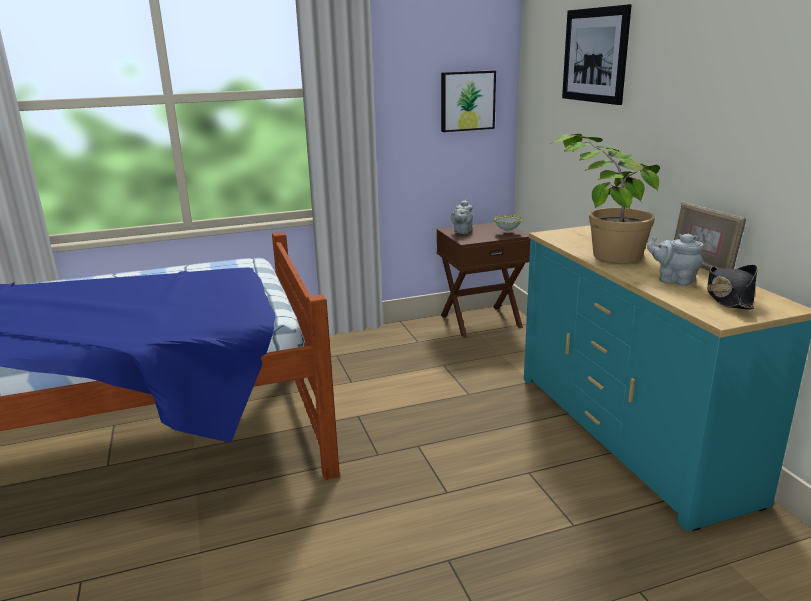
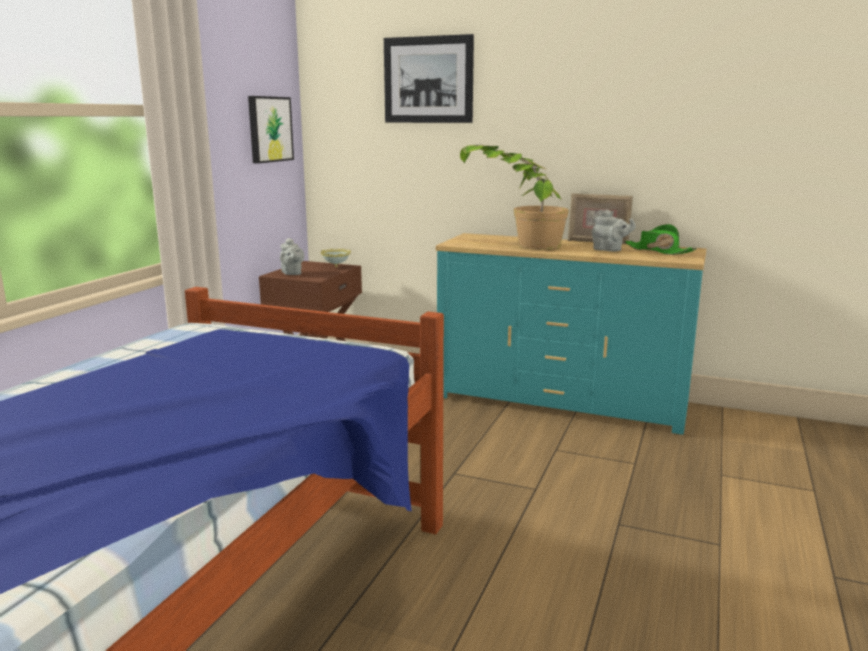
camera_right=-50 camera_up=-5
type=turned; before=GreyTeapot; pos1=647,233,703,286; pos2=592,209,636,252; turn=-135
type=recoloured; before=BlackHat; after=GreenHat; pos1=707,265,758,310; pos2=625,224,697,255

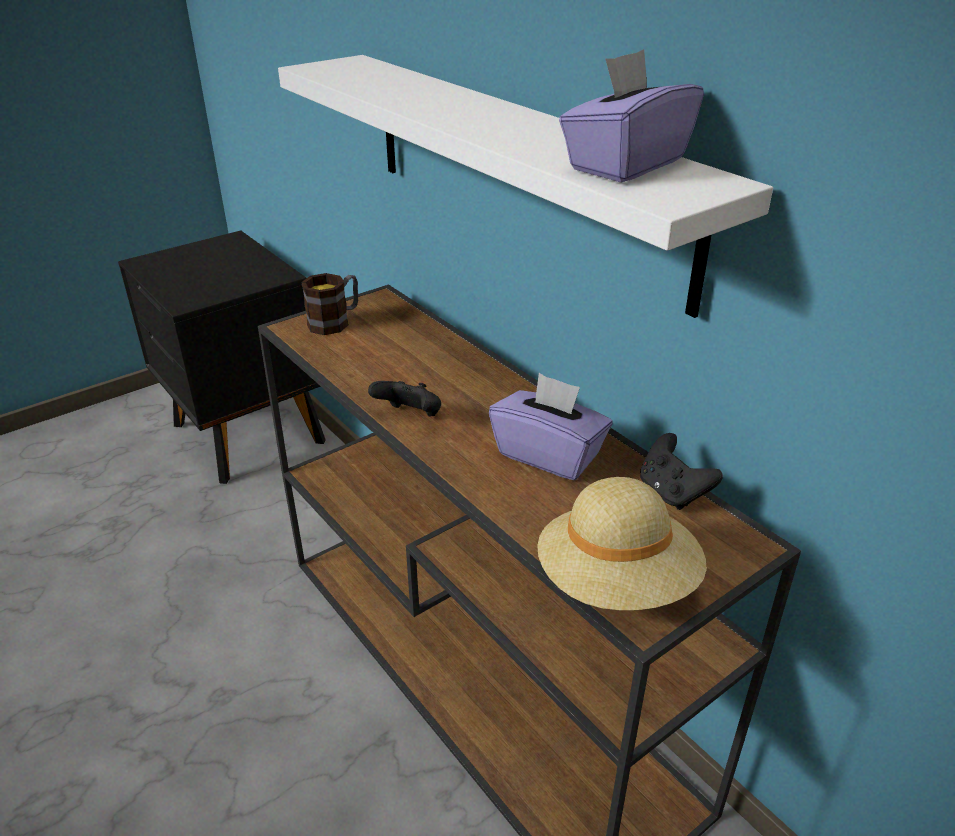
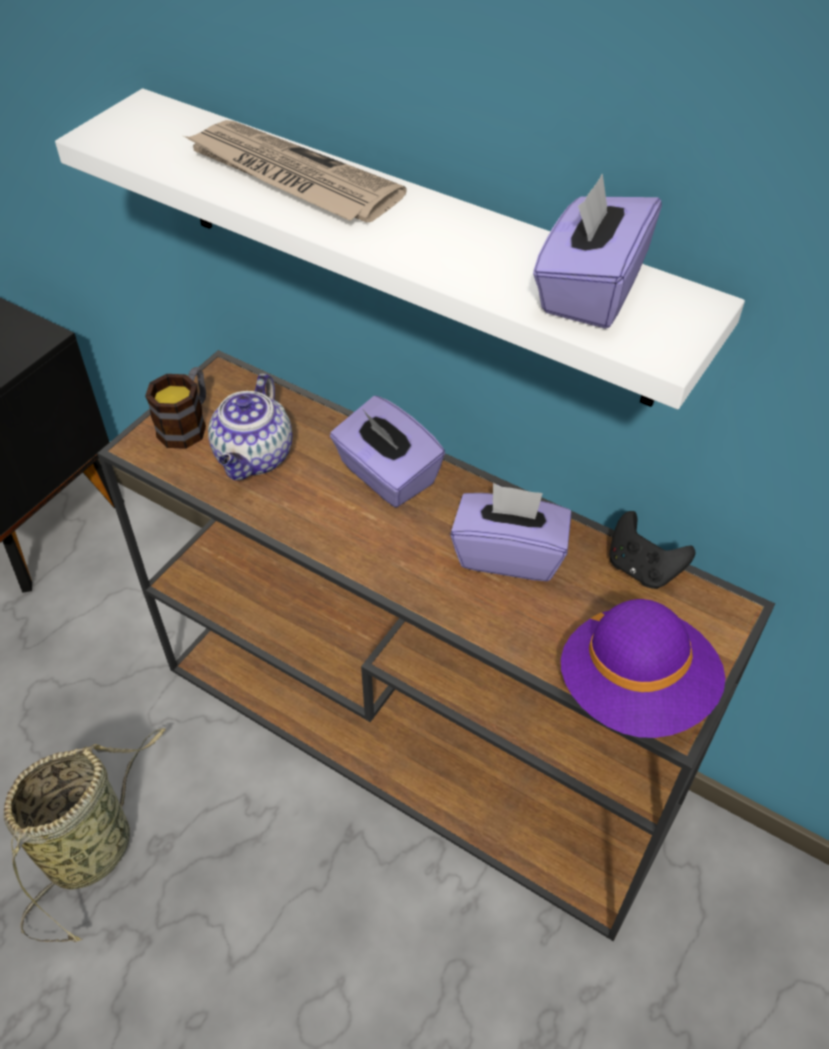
camera_right=-20 camera_up=15
type=removed; before=BlackGameController; pos1=368,381,441,417
type=recoloured; before=BeigeHat; after=PurpleHat; pos1=537,477,707,611; pos2=561,599,726,738
type=added; after=Newspaper; pos2=184,120,407,222
type=added; after=Teapot; pos2=208,373,292,481
type=added; after=PurpleTissueBox; pos2=330,396,445,507
type=added; after=Basket; pos2=3,728,166,942

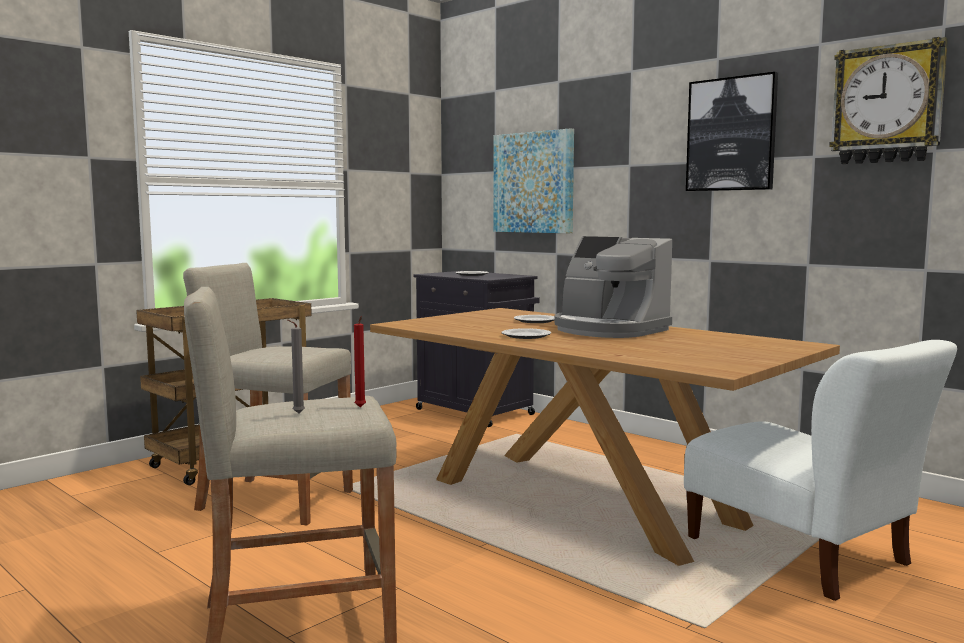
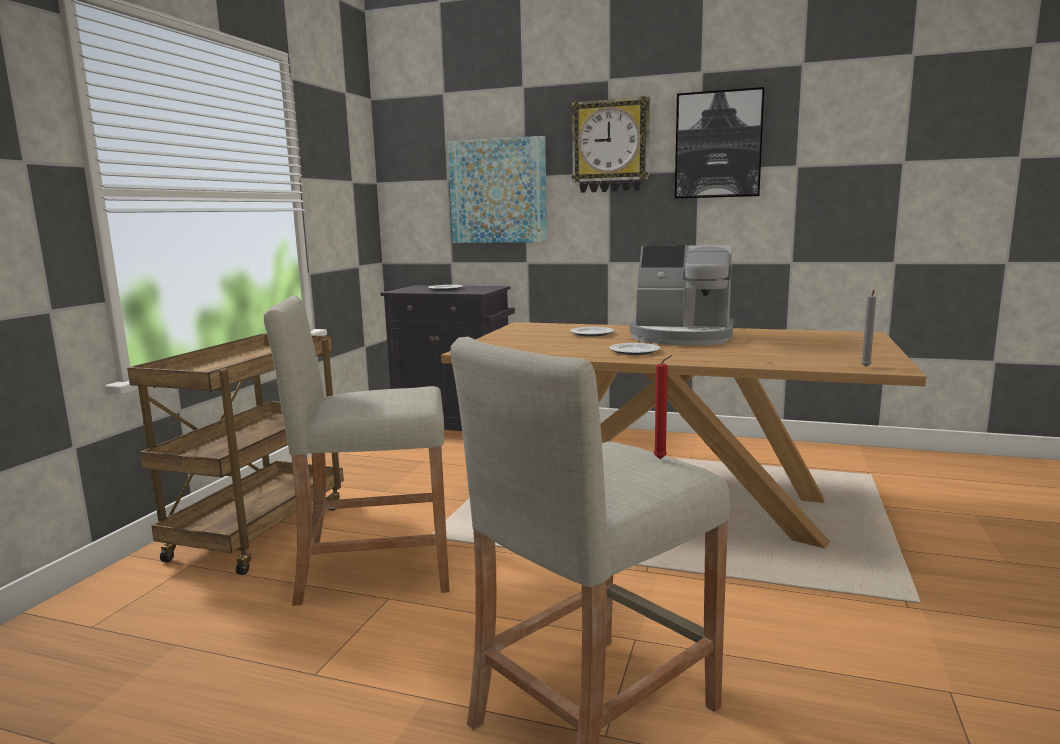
camera_right=-25 camera_up=5
type=moved; before=WallClock; pos1=829,37,948,164; pos2=571,96,650,193
type=moved; before=GreyCandle; pos1=287,319,305,413; pos2=861,289,876,367
type=removed; before=WhiteChair; pos1=684,340,957,601

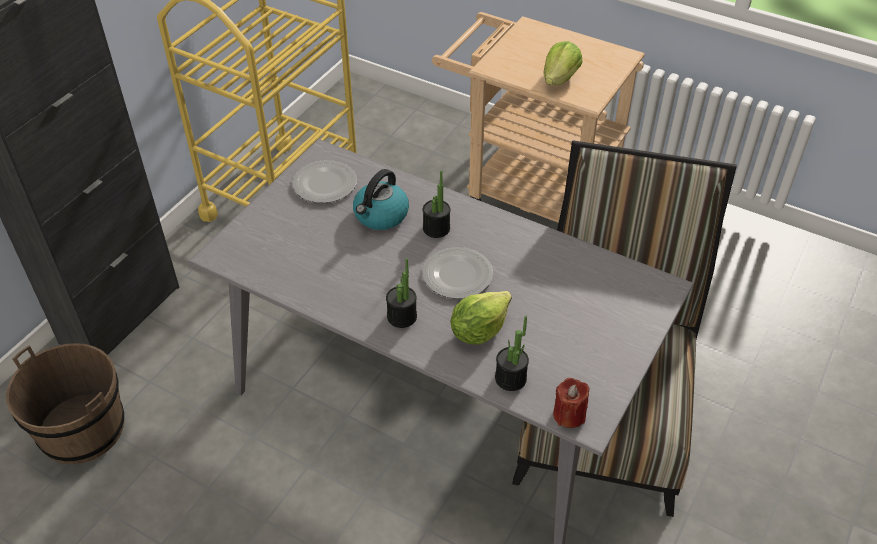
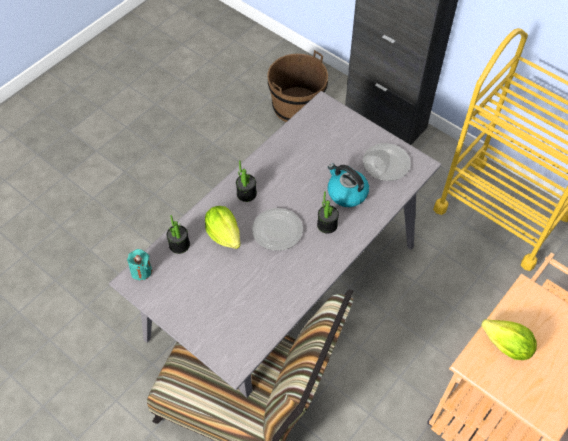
camera_right=100 camera_up=10
type=recoloured; before=RedCandle; after=TurquoiseCandle; pos1=553,378,589,428; pos2=127,249,152,280

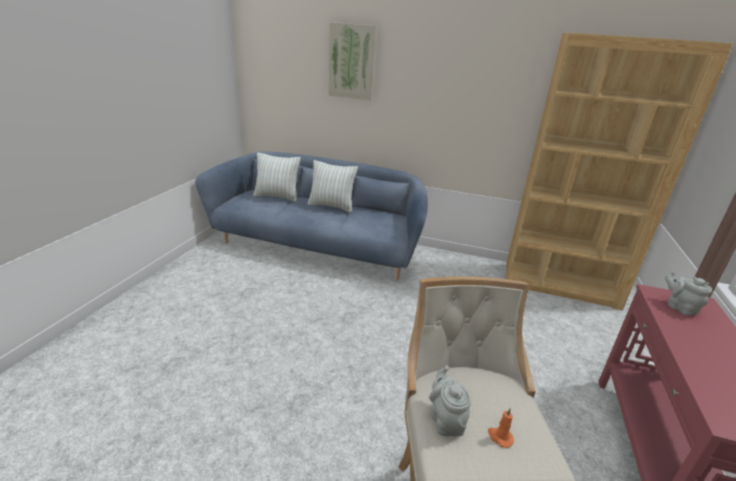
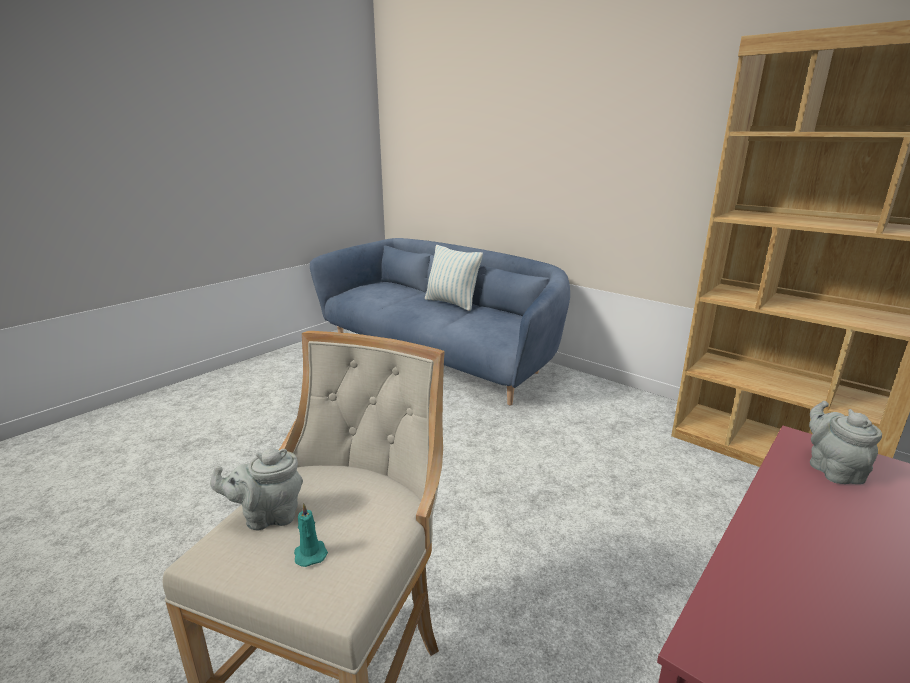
camera_right=25 camera_up=-5
type=removed; before=Picture; pos1=329,22,377,100
type=removed; before=Pillow; pos1=253,153,301,202
type=turned; before=GreyTeapot; pos1=429,365,471,437; pos2=210,448,303,530; turn=-120
type=recoloured; before=OrangeCandle; after=TurquoiseCandle; pos1=488,408,514,448; pos2=294,503,328,567

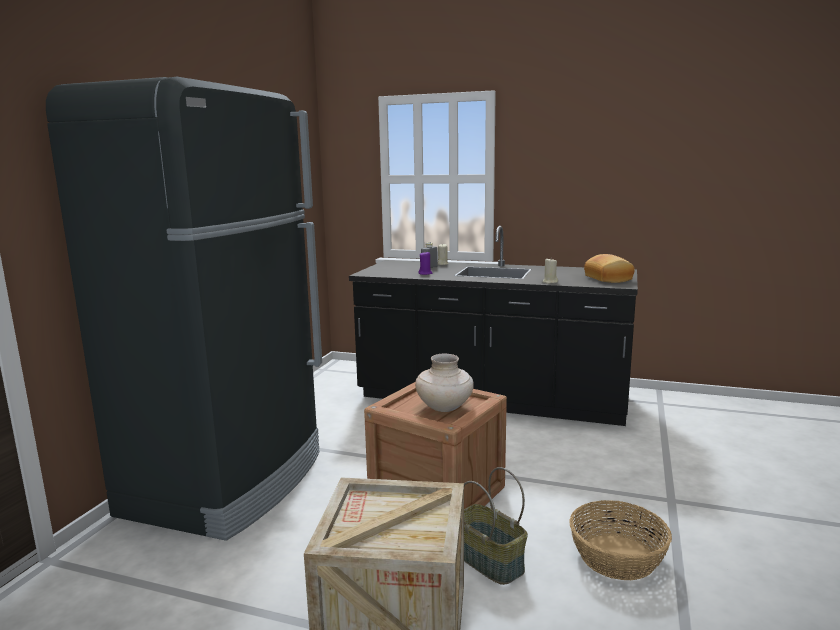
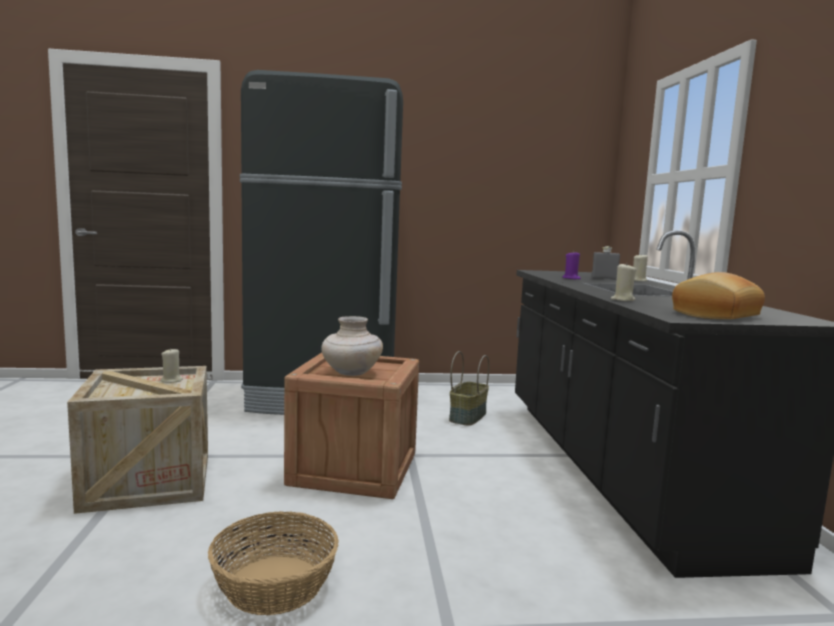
camera_right=65 camera_up=-5
type=moved; before=Basket; pos1=464,467,528,585; pos2=449,351,489,426
type=added; after=BeigeCandle; pos2=160,348,183,383

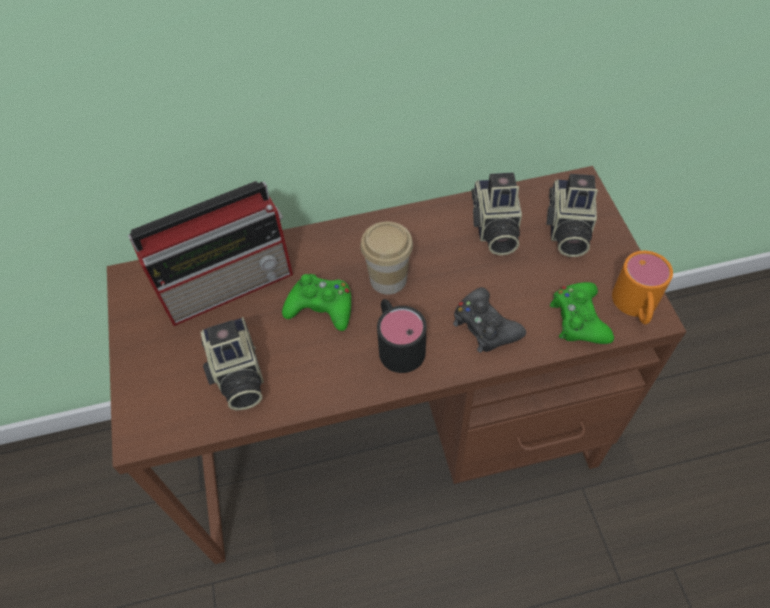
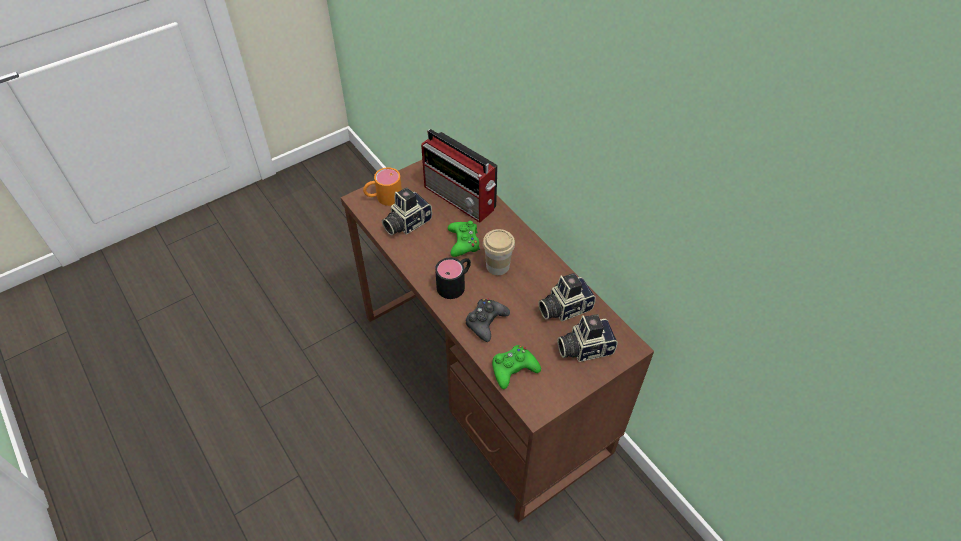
camera_right=65 camera_up=-5
type=moved; before=OrangeMug; pos1=612,251,673,325; pos2=363,167,402,206

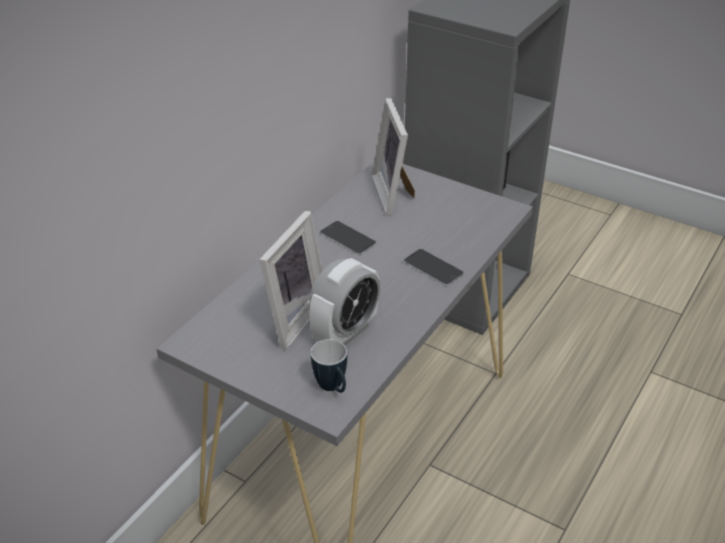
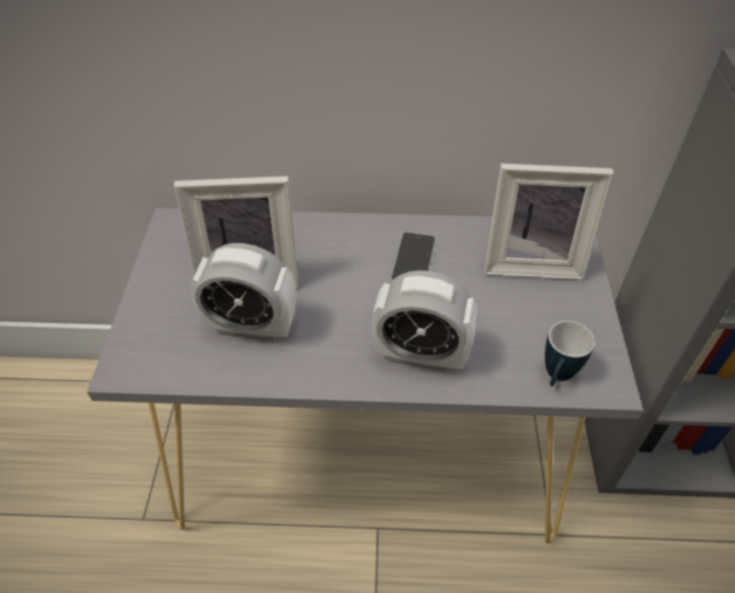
camera_right=60 camera_up=10
type=turned; before=PictureFrame; pos1=372,98,415,215; pos2=484,163,614,280; turn=-135
type=replaced; before=Phone; after=AlarmClock; pos1=403,249,464,286; pos2=370,270,477,373
type=moved; before=Mug; pos1=311,339,347,393; pos2=545,321,595,386

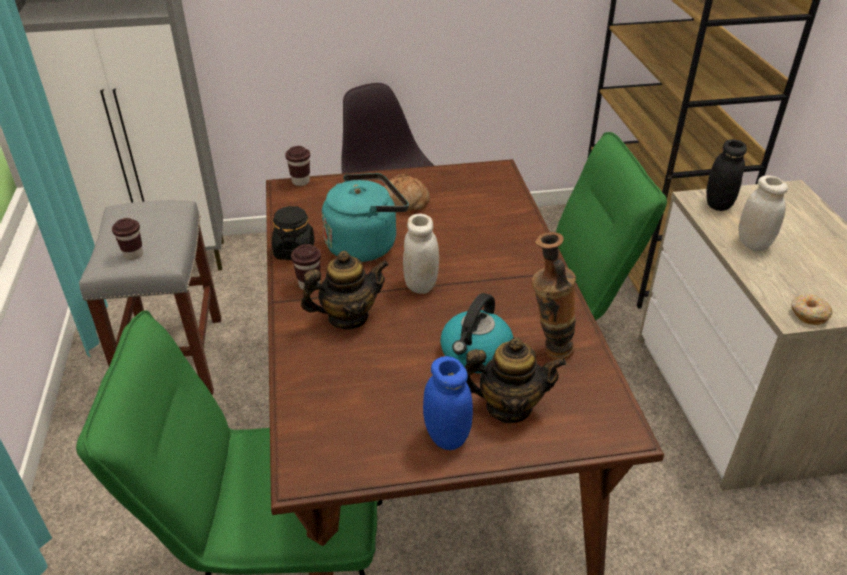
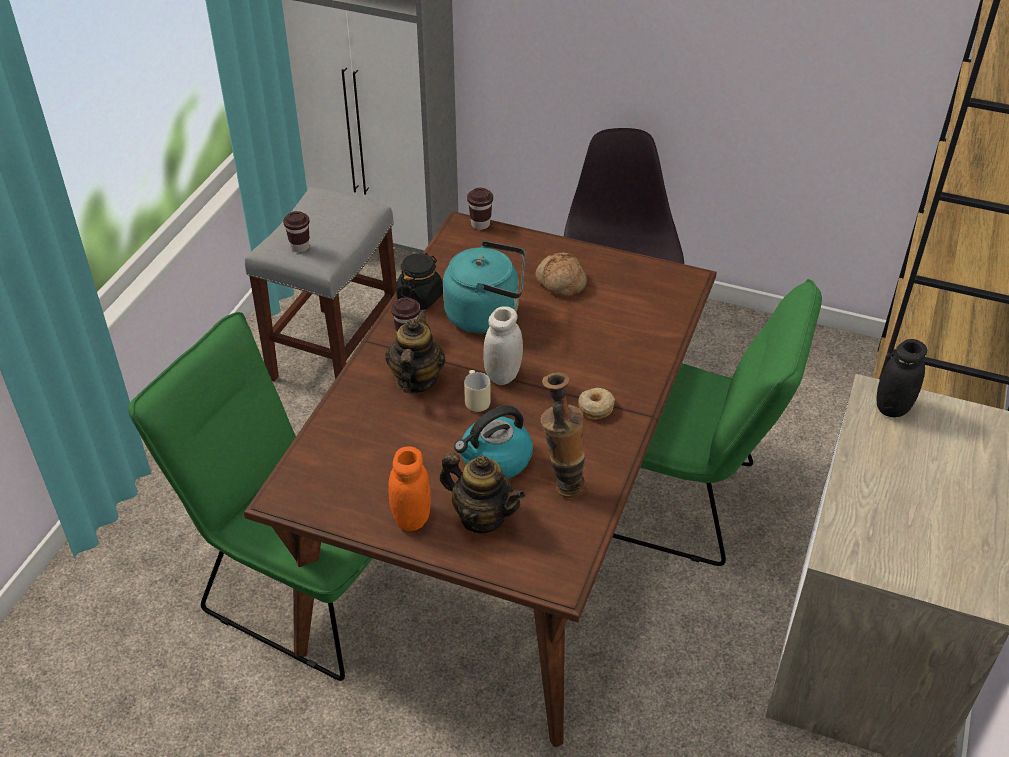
camera_right=30 camera_up=5
type=removed; before=WhiteJar; pos1=738,175,788,251
type=turned; before=Teapot; pos1=301,251,389,330; pos2=385,310,445,393; turn=-90
type=moved; before=Donut; pos1=792,294,833,325; pos2=578,388,615,420
type=recoloured; before=BlueJar; after=OrangeJar; pos1=423,356,473,450; pos2=388,446,431,531
type=added; after=BeigeMug; pos2=464,370,491,412

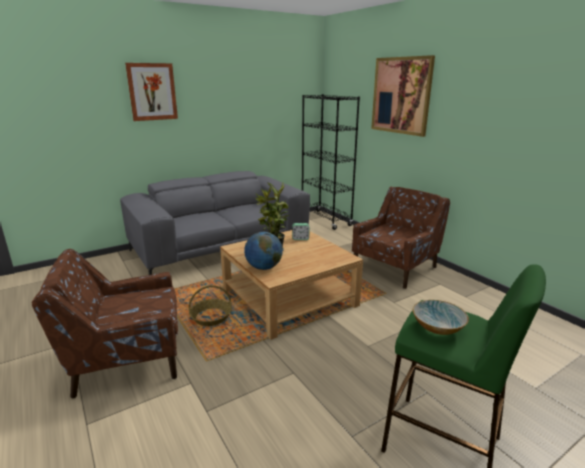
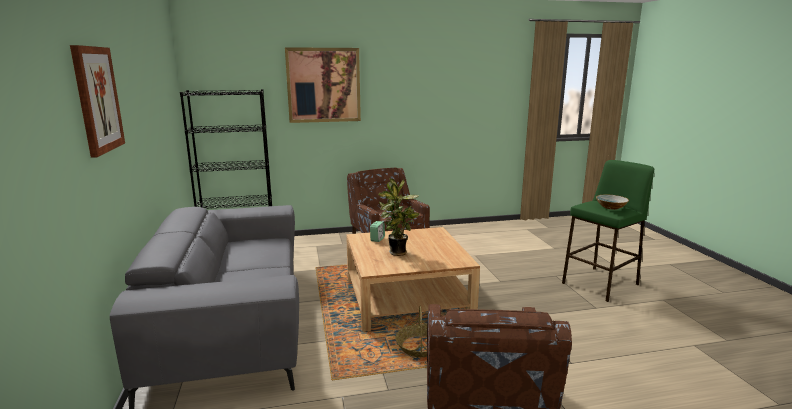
camera_right=-70 camera_up=-5
type=removed; before=Globe; pos1=244,232,283,270

